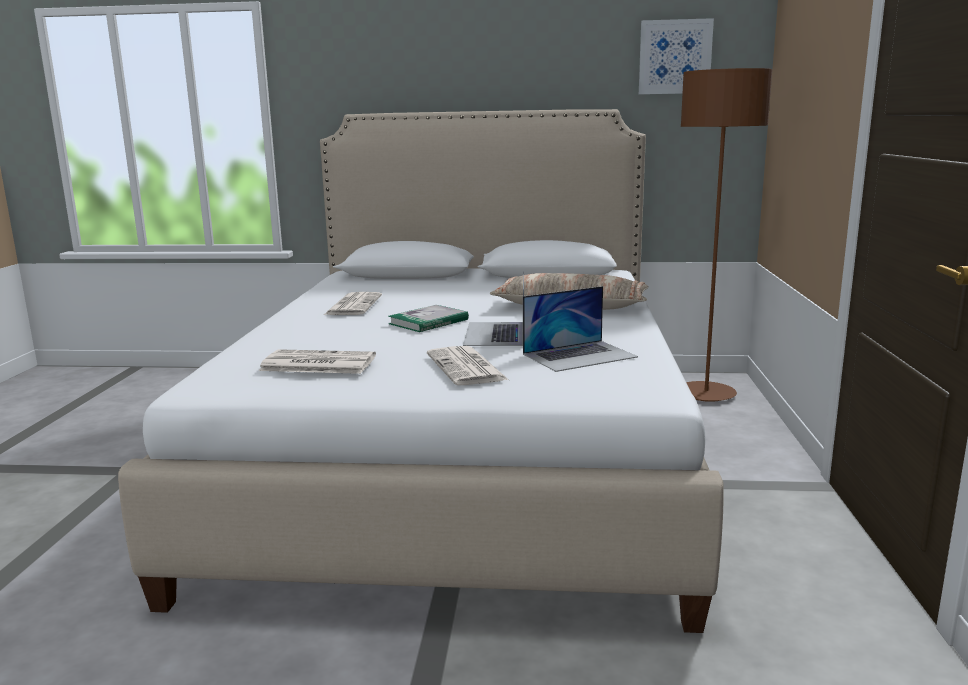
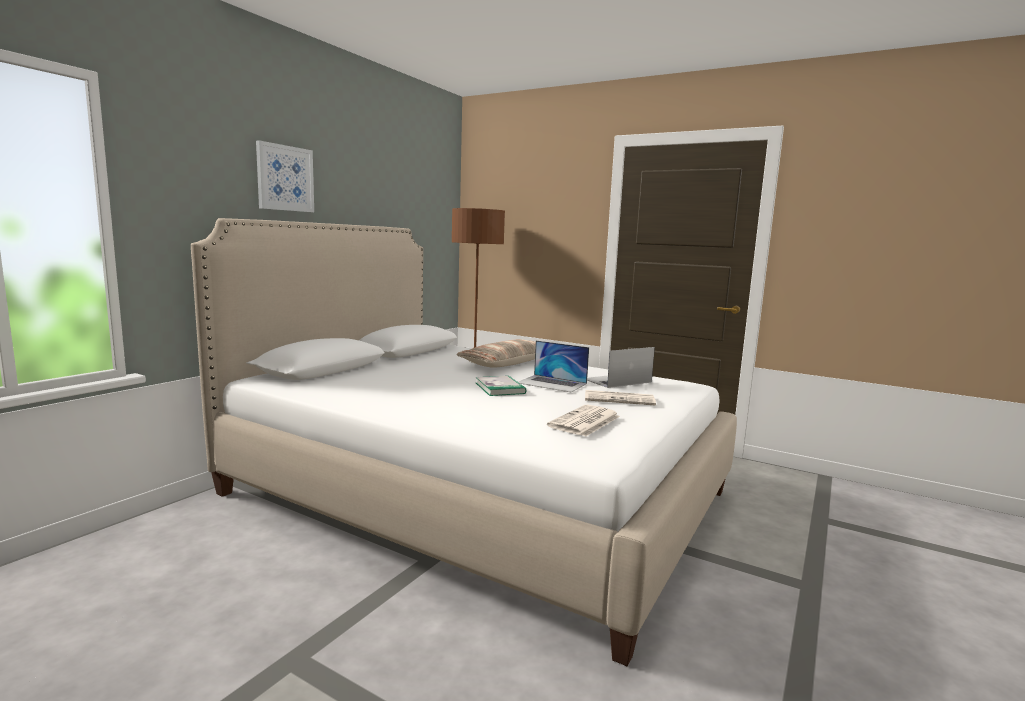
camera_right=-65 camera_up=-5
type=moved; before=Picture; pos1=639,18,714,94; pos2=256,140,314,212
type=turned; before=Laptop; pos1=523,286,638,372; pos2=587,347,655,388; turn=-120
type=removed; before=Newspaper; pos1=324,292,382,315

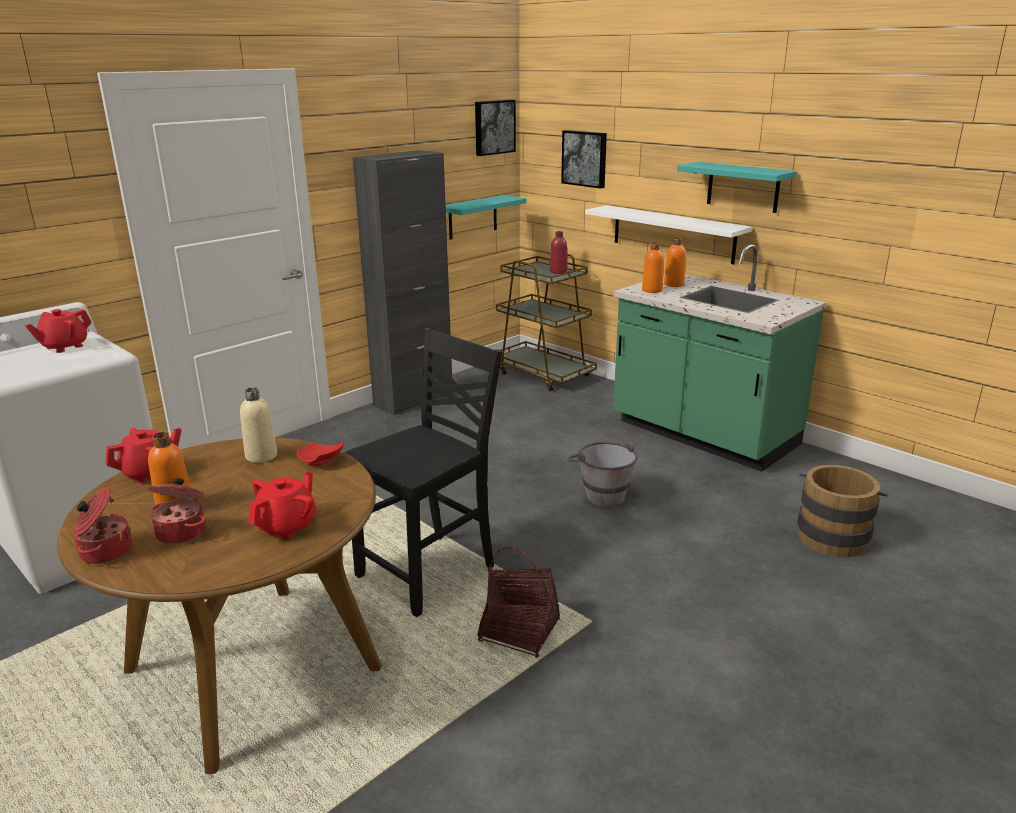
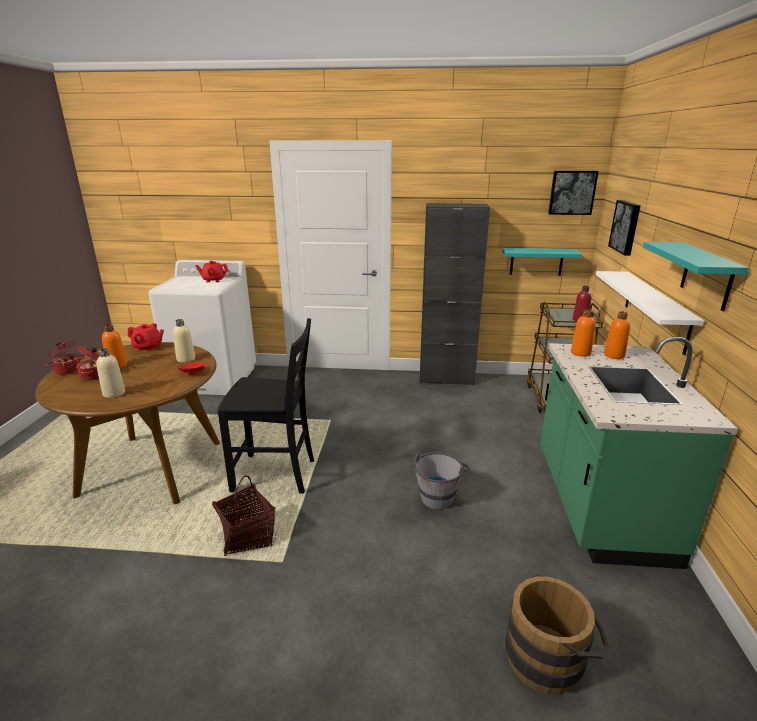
camera_right=50 camera_up=0
type=replaced; before=RedTeapot; after=BeigeBottle; pos1=248,471,316,540; pos2=96,348,125,398

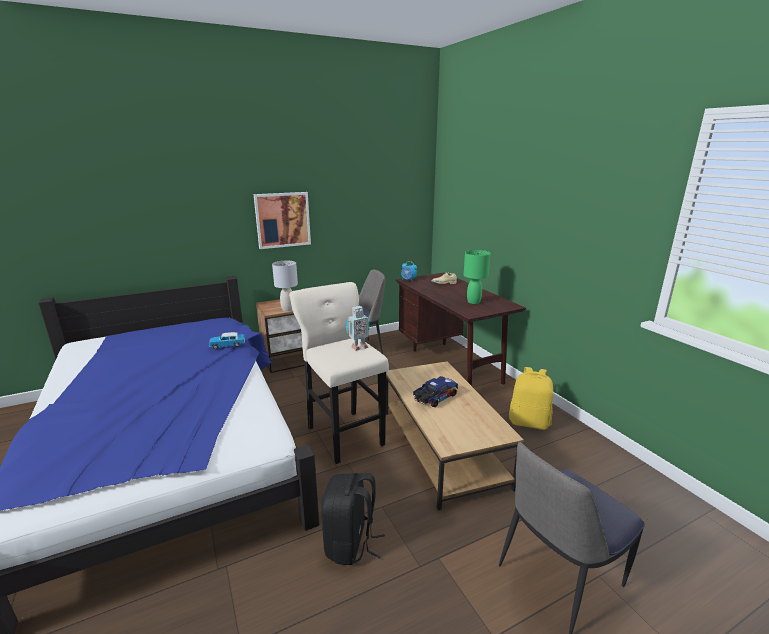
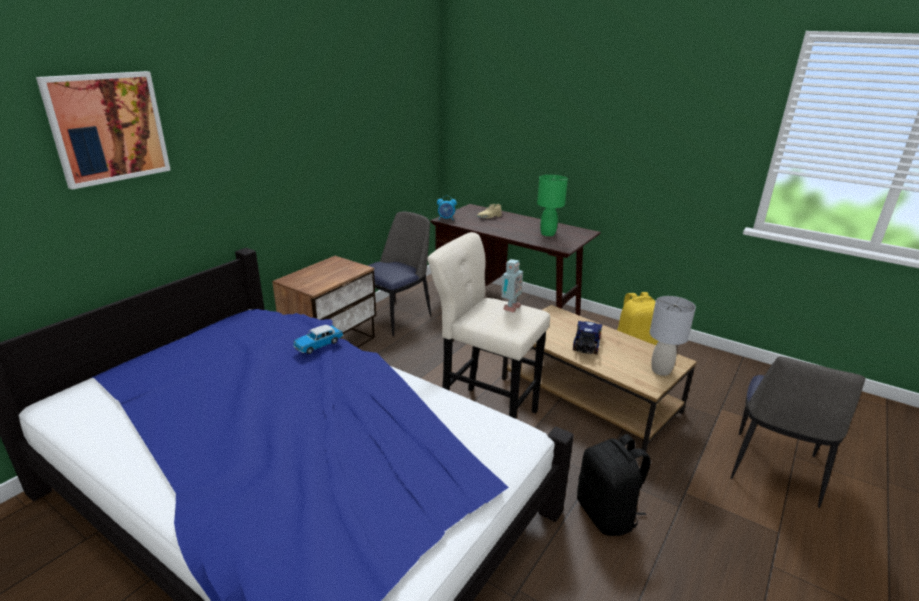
camera_right=-30 camera_up=5
type=moved; before=Picture; pos1=253,192,311,249; pos2=36,71,171,190
type=moved; before=GreyTableLamp; pos1=272,261,298,311; pos2=650,296,696,376

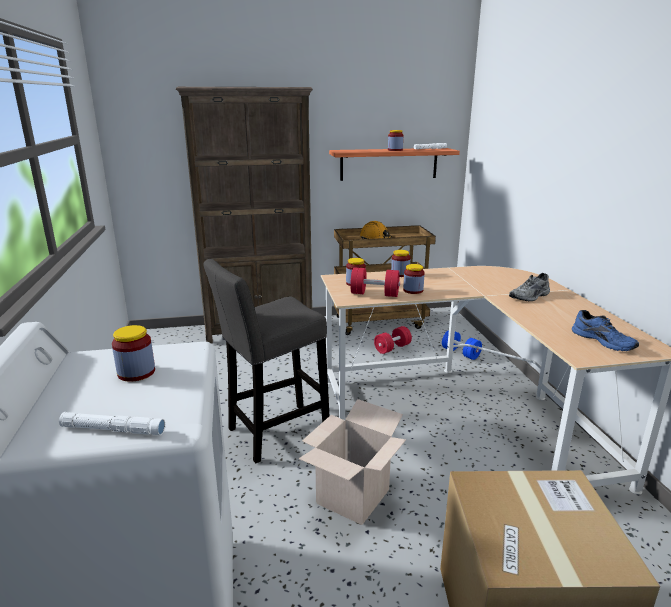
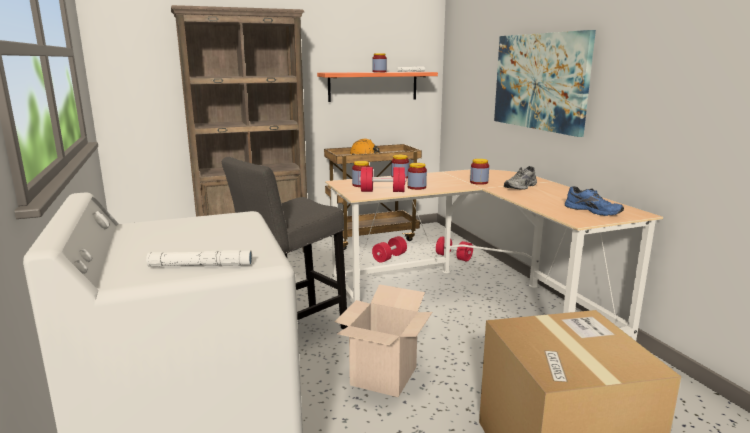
camera_right=-10 camera_up=-5
type=moved; before=Jar; pos1=112,325,155,382; pos2=470,159,489,185
type=recoloured; before=BlueDumbbell; after=RedDumbbell; pos1=442,330,482,360; pos2=436,236,473,262
type=added; after=Picture; pos2=494,30,596,137

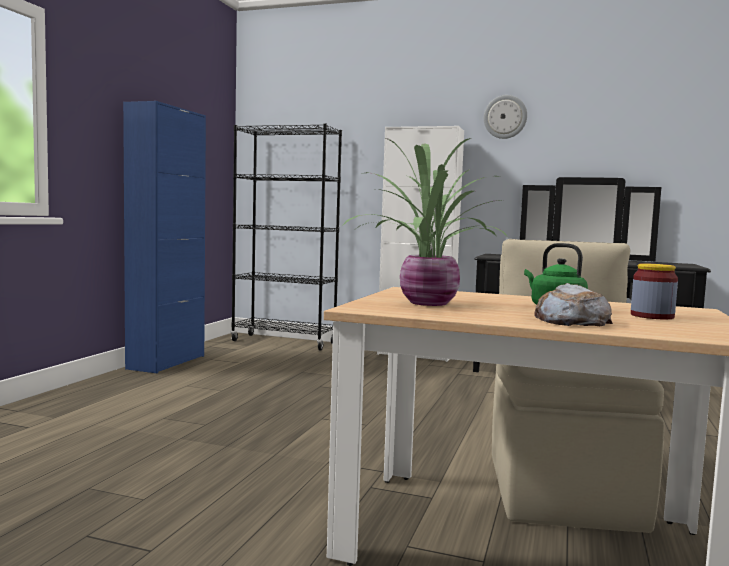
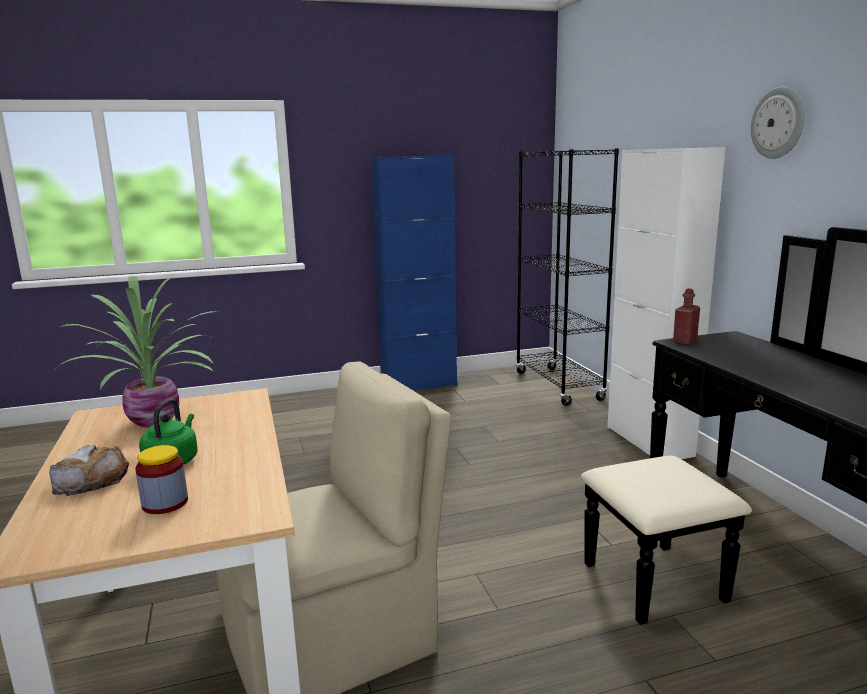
camera_right=55 camera_up=10
type=added; after=RedBottle; pos2=673,289,700,345

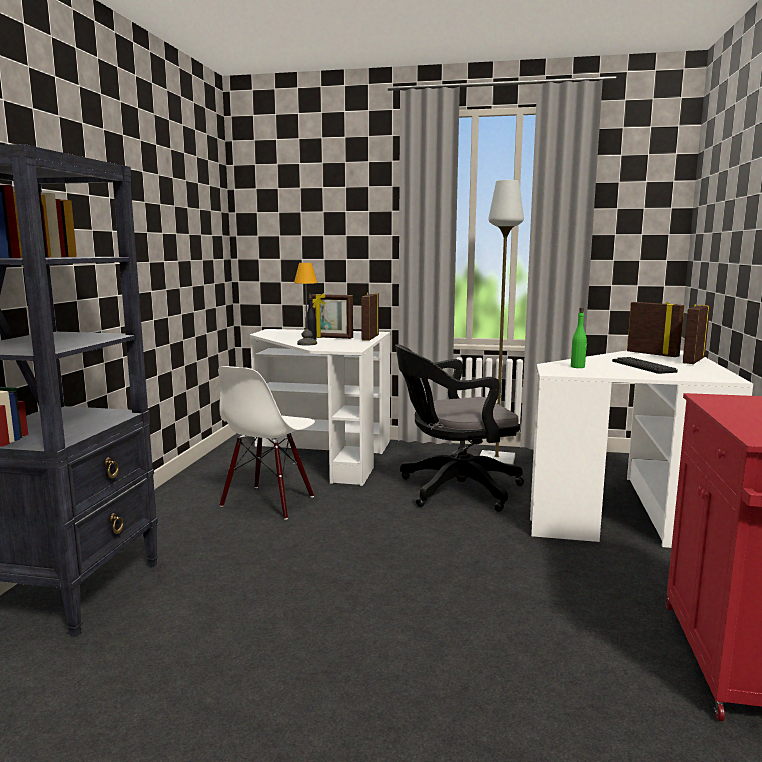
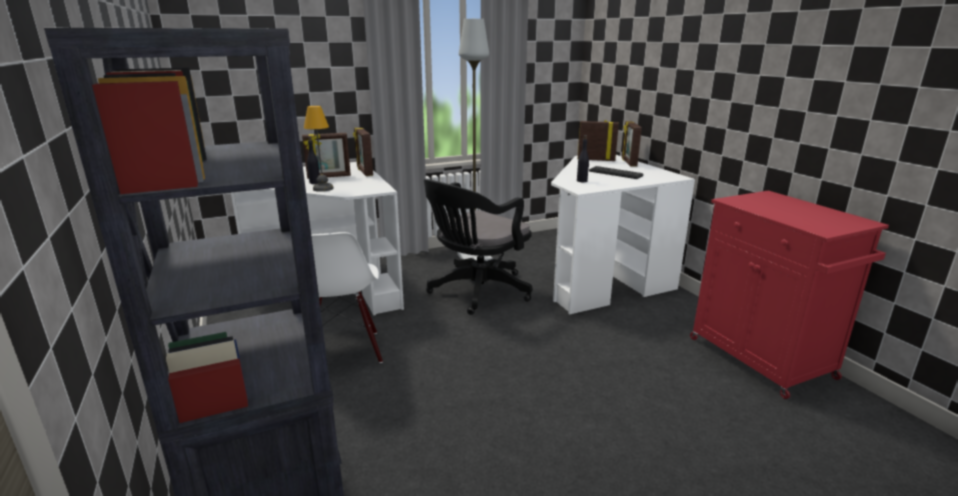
camera_right=-35 camera_up=10
type=recoloured; before=GreenBottle; after=BlackBottle; pos1=571,308,587,368; pos2=577,135,589,182

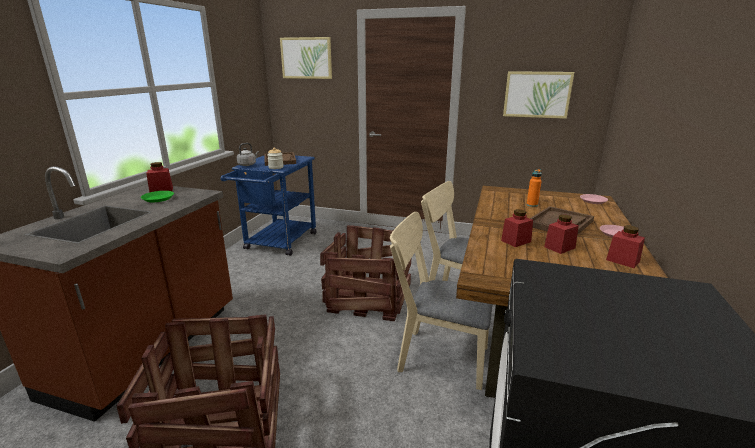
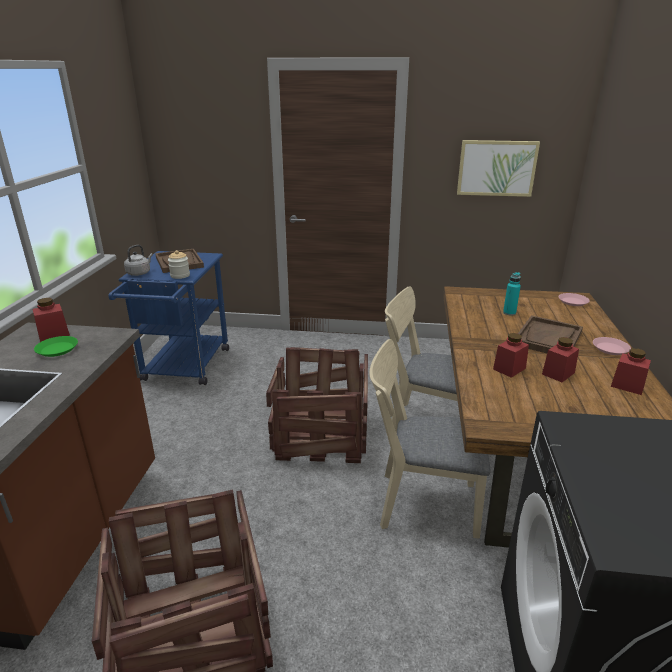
camera_right=-10 camera_up=5
type=removed; before=Picture; pos1=280,37,332,79
type=recoloured; before=OrangeBottle; after=TurquoiseBottle; pos1=527,169,542,207; pos2=503,272,521,316

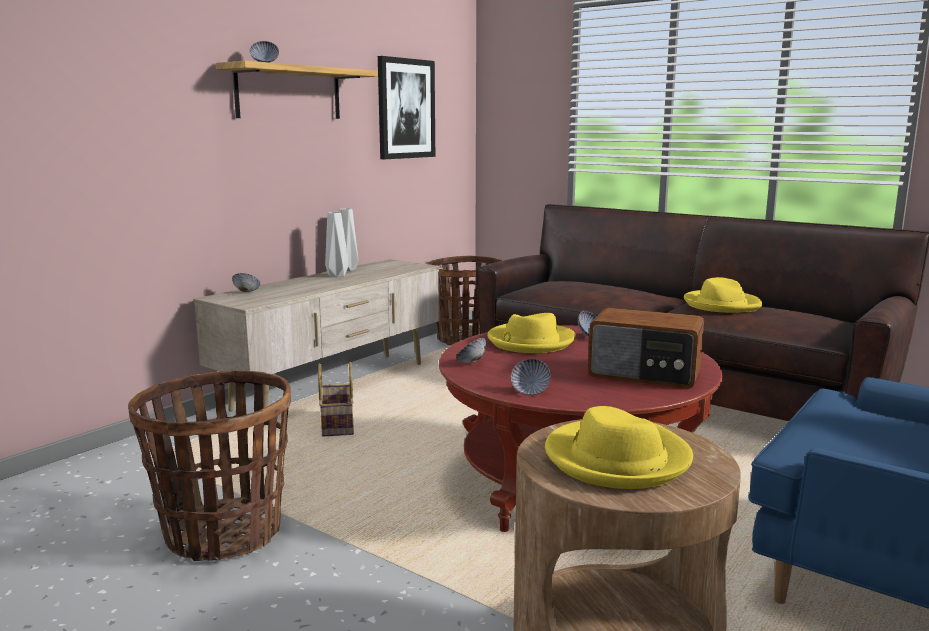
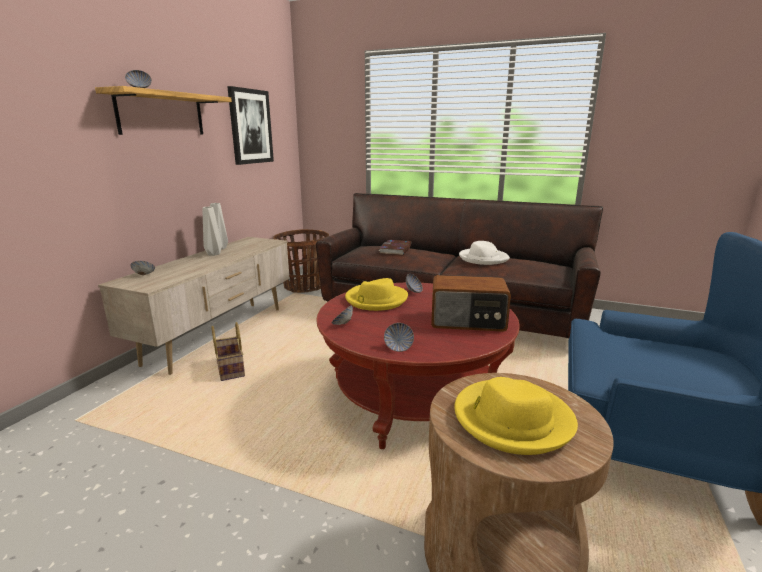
camera_right=-15 camera_up=5
type=recoloured; before=YellowHat; after=WhiteHat; pos1=684,277,762,313; pos2=459,241,510,265
type=removed; before=Basket; pos1=128,371,291,561
type=added; after=Book; pos2=379,240,411,255

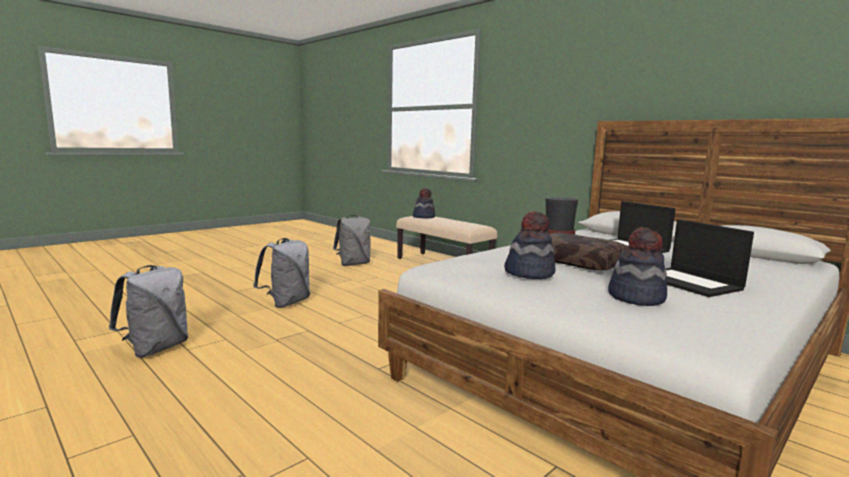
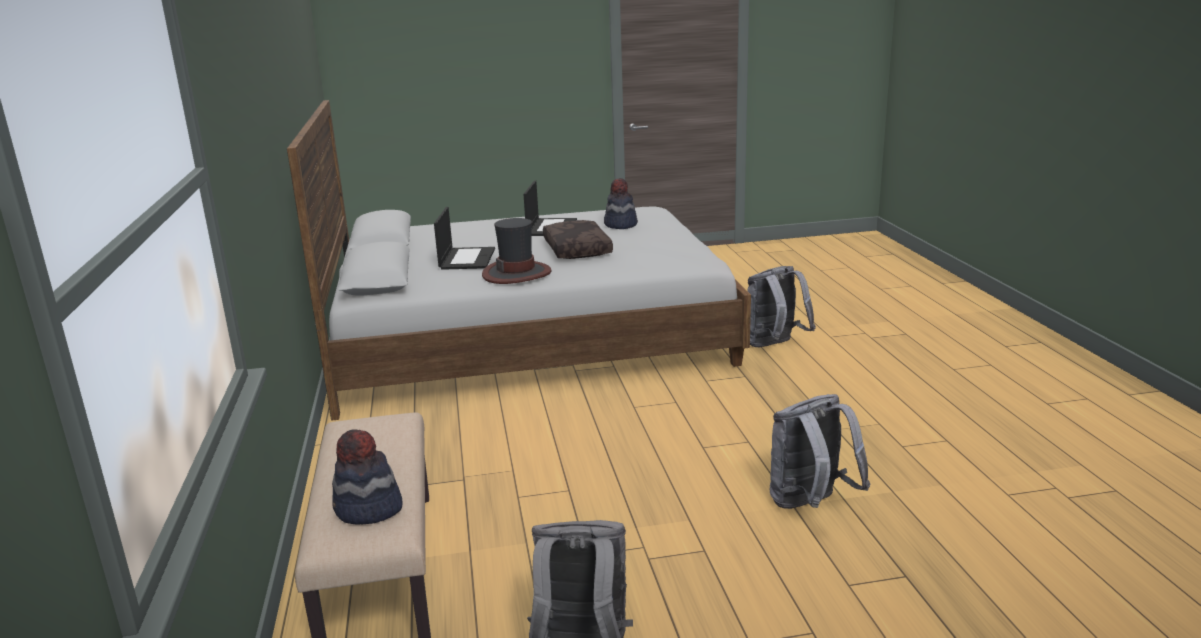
camera_right=-145 camera_up=10
type=removed; before=Hat; pos1=504,211,555,279
type=moved; before=GreyBackpack; pos1=109,265,188,358; pos2=748,266,816,347

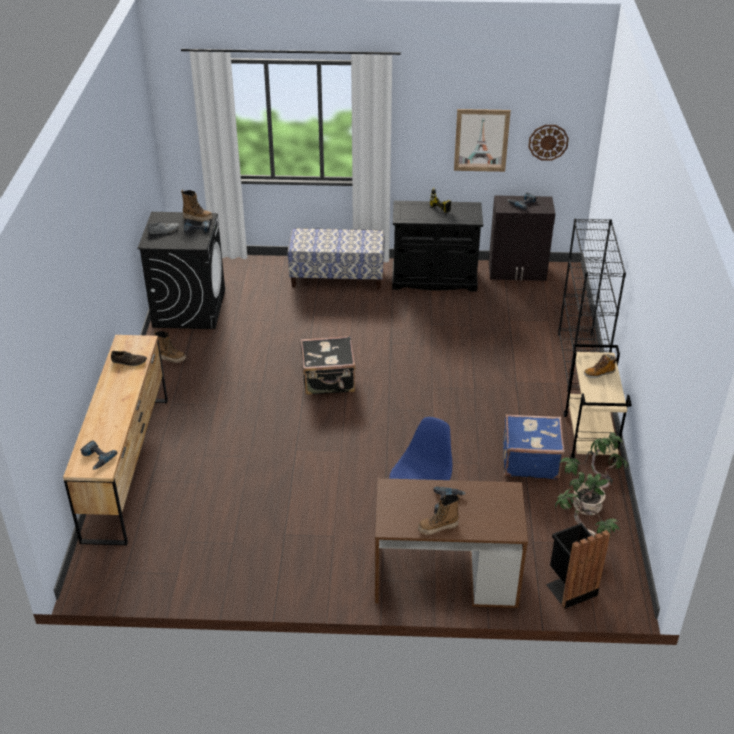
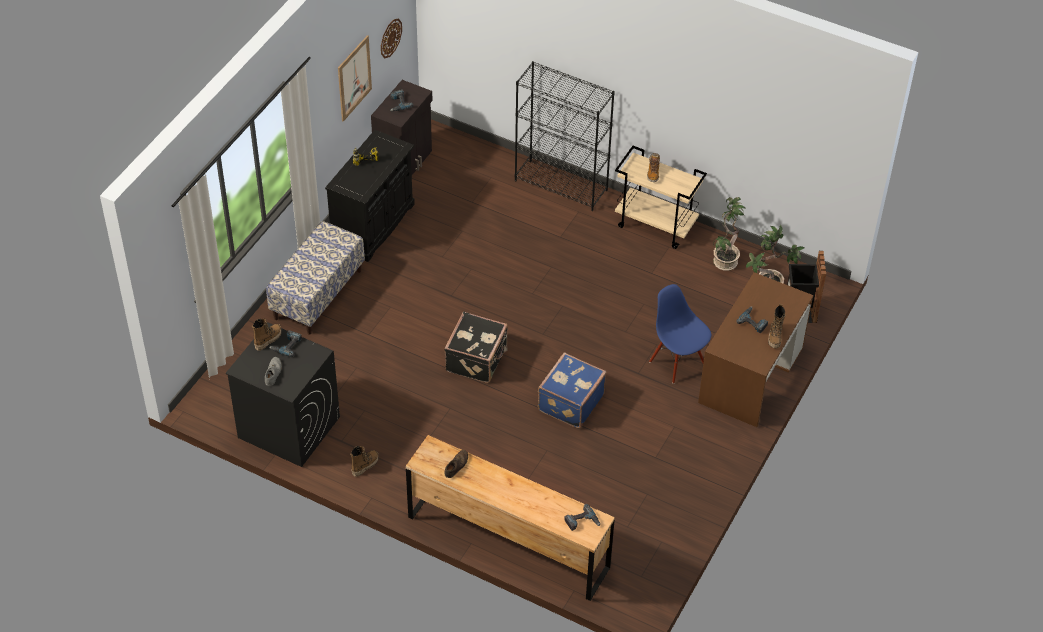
camera_right=-65 camera_up=10
type=moved; before=BlueSuitcase; pos1=503,414,565,479; pos2=538,352,607,428

